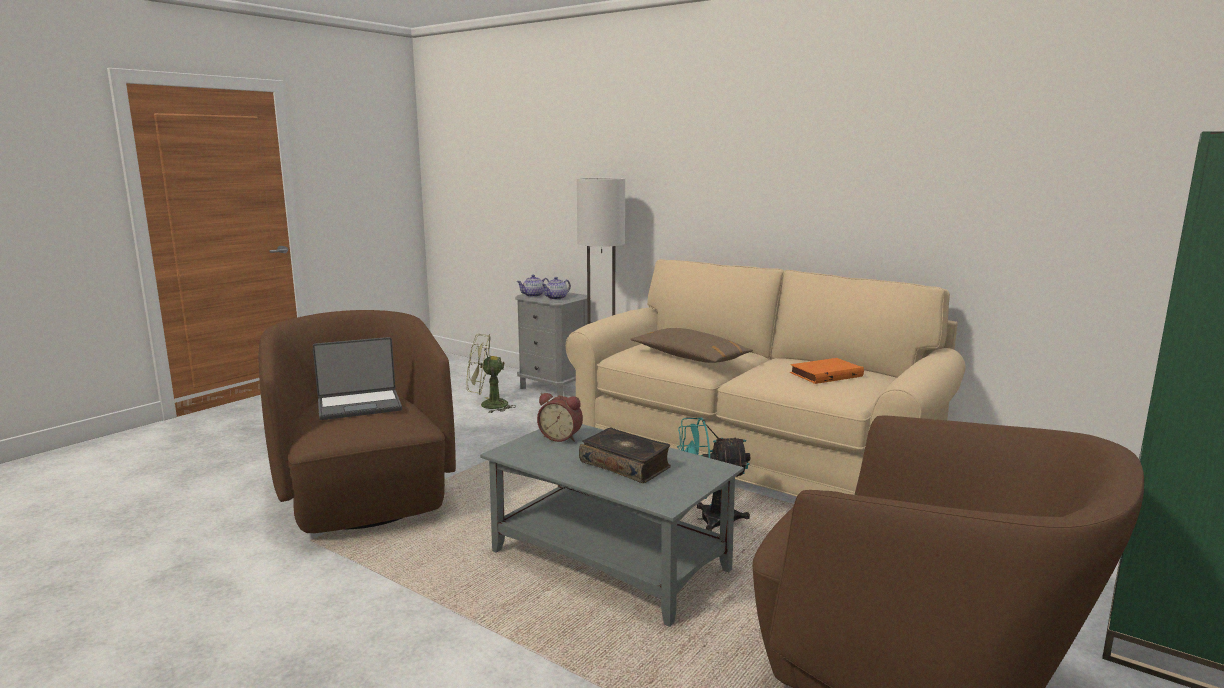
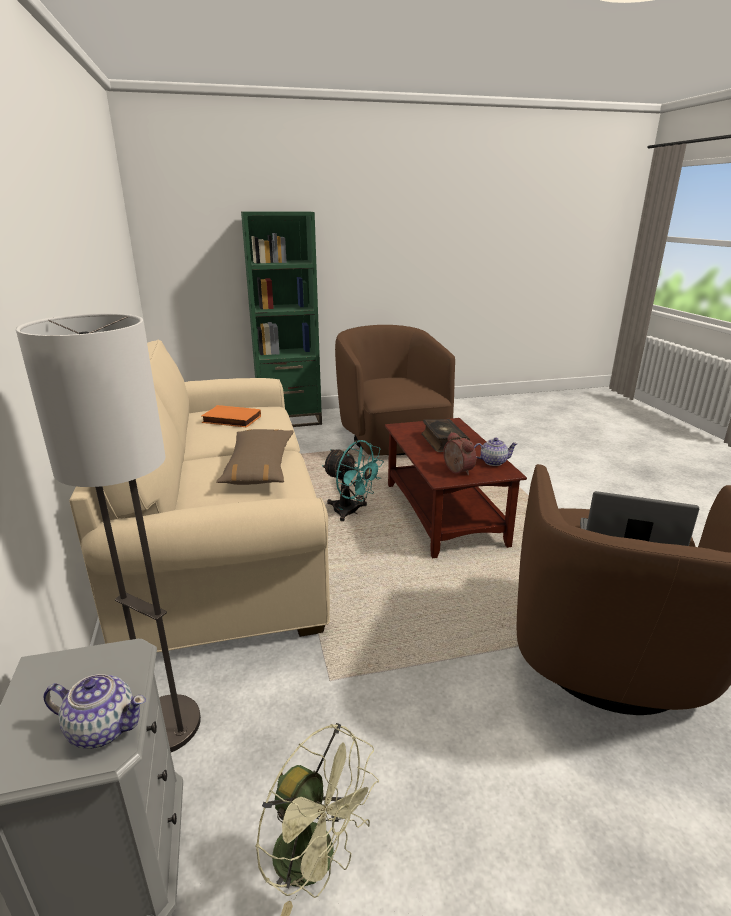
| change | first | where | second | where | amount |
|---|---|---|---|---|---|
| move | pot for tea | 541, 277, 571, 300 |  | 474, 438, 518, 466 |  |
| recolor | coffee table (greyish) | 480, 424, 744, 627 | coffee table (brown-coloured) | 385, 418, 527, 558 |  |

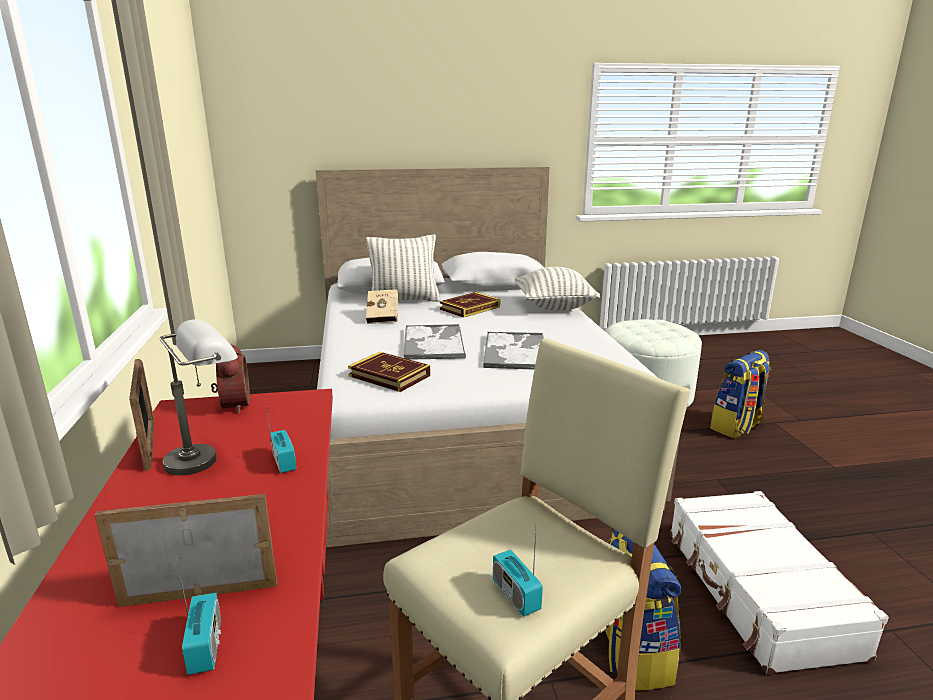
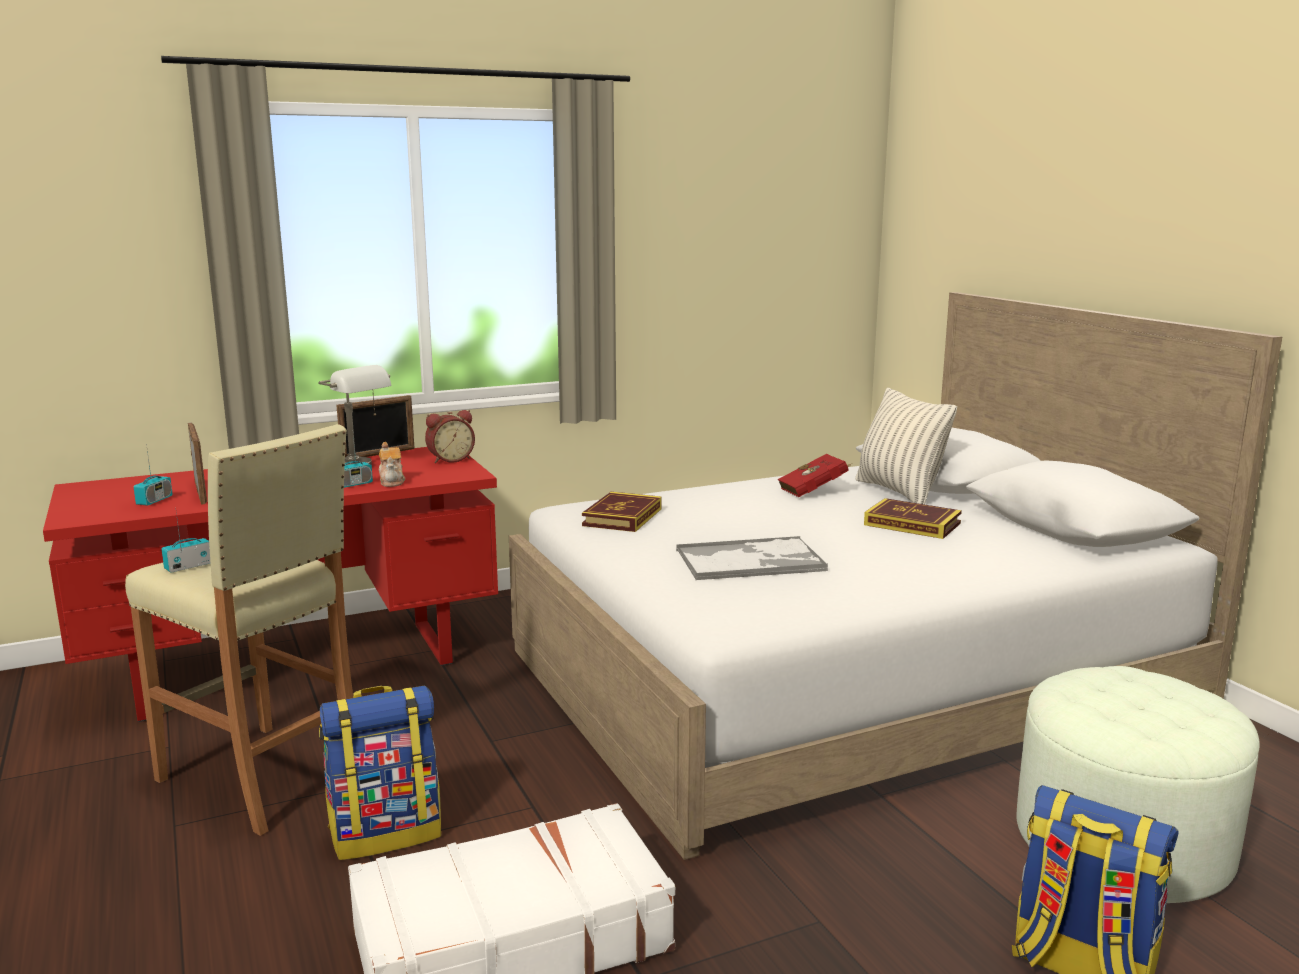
| change | first | where | second | where | amount |
|---|---|---|---|---|---|
| delete | tray | 403, 324, 466, 360 |  |  |  |
| delete | pillow | 515, 267, 600, 311 |  |  |  |
| insert |  |  | pot for tea | 379, 442, 406, 487 |  |
| recolor | volume (sand-coloured) | 366, 289, 398, 324 | volume (red-coloured) | 778, 454, 851, 497 |  |
| rotate | radio set | 176, 557, 221, 675 |  | 134, 444, 172, 506 | 45 degrees counterclockwise |

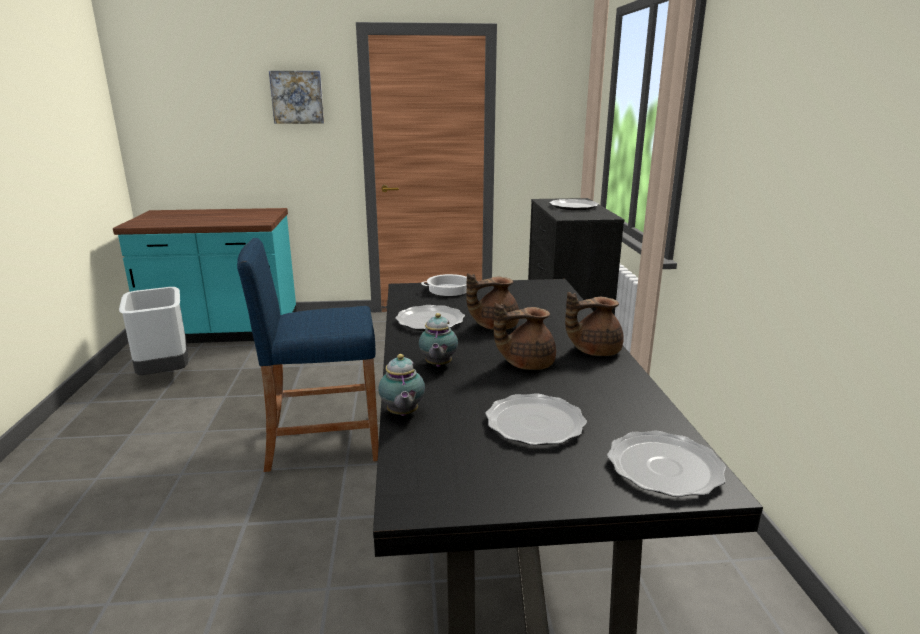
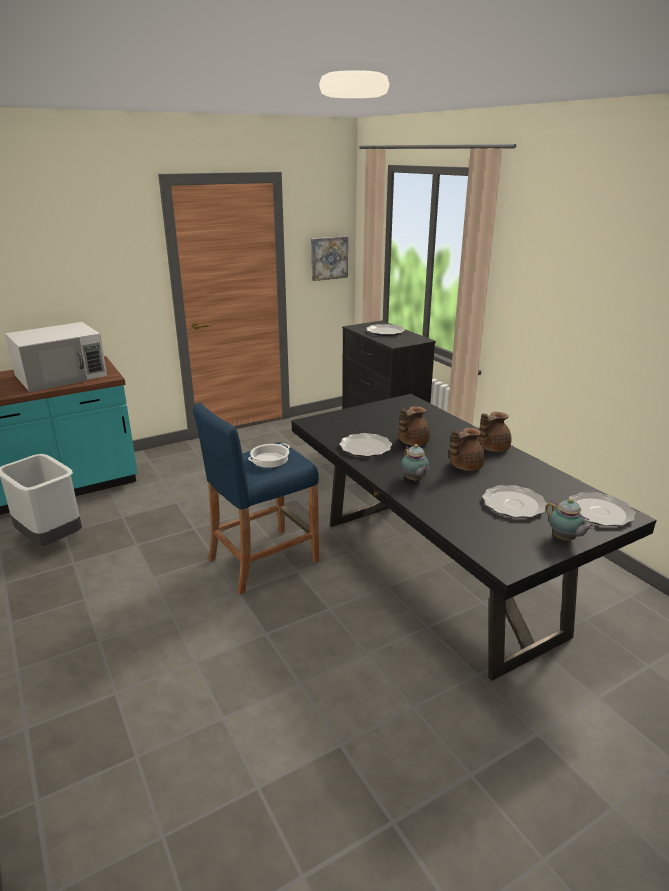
| change | first | where | second | where | amount |
|---|---|---|---|---|---|
| insert |  |  | kitchen microwave (white-coloured) | 5, 322, 107, 392 |  |
| move | wall picture | 269, 71, 324, 124 |  | 311, 236, 348, 281 |  |
| move | pot for tea | 378, 354, 425, 416 |  | 545, 499, 595, 541 |  |
| move | saucepot | 421, 274, 467, 296 |  | 248, 443, 290, 468 |  |

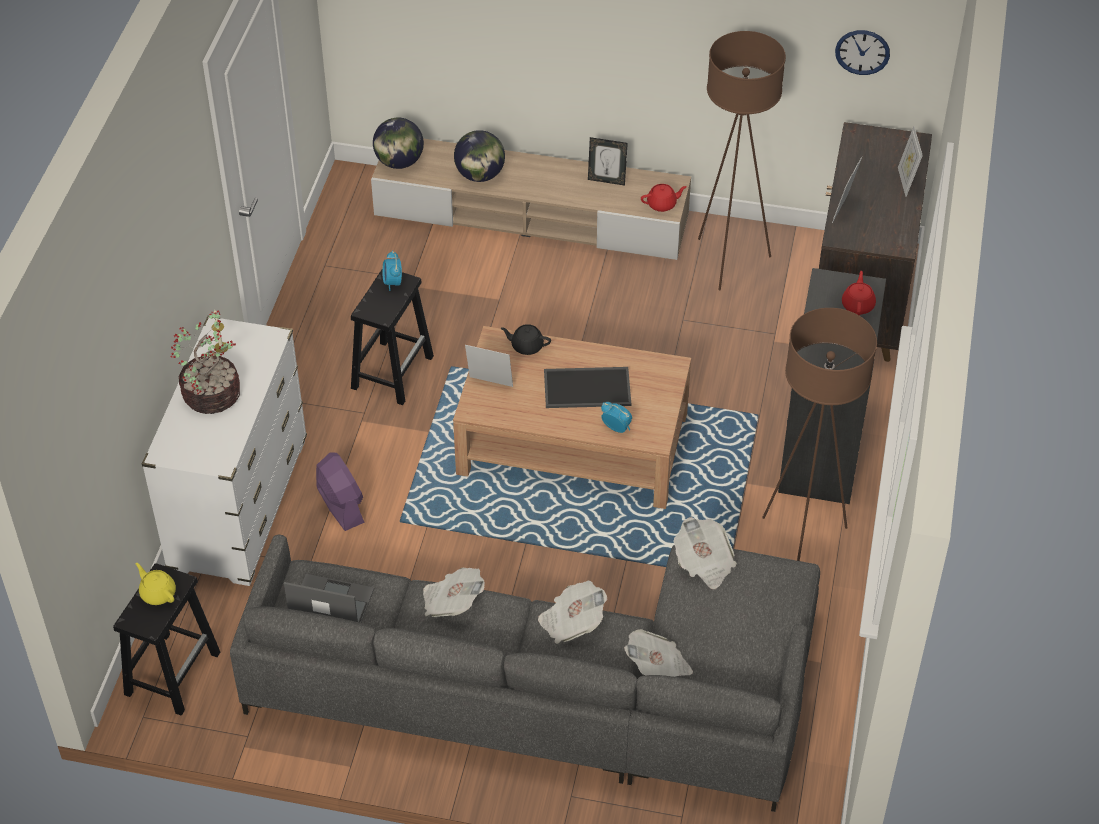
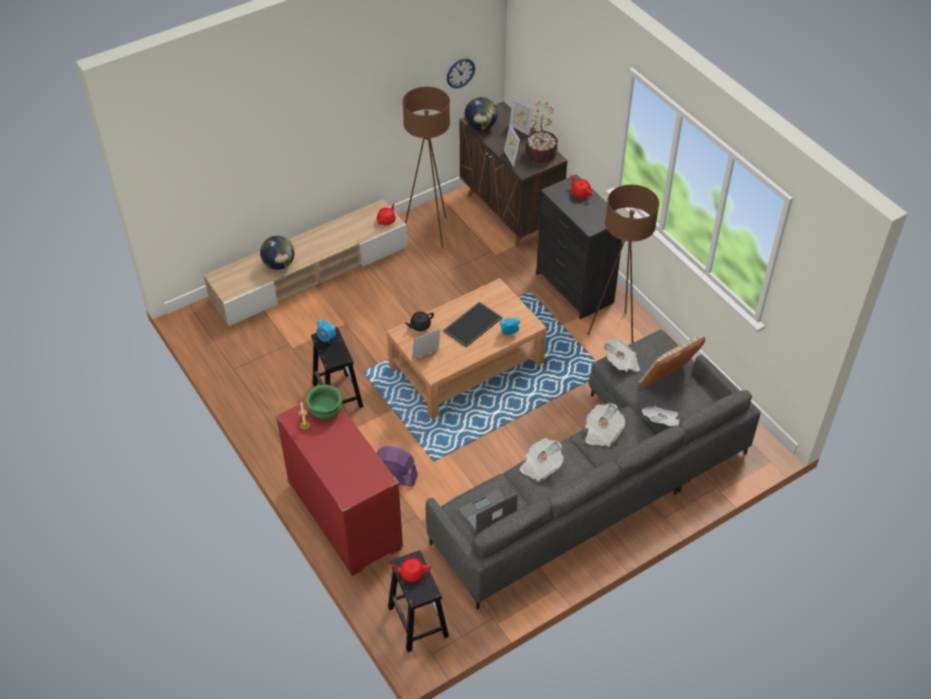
| change | first | where | second | where | amount |
|---|---|---|---|---|---|
| delete | picture frame | 588, 137, 628, 186 |  |  |  |
| insert |  |  | bowl (green) | 306, 385, 342, 420 |  |
| insert |  |  | pillow (sand-coloured) | 639, 336, 705, 388 |  |
| move | potted plant | 170, 310, 240, 414 |  | 525, 101, 558, 163 |  |
| move | desk globe | 373, 118, 424, 169 |  | 465, 97, 497, 131 |  |
| recolor | pot for tea (yellow-coloured) | 136, 563, 176, 605 | pot for tea (red-coloured) | 391, 558, 431, 582 |  |
| recolor | drawer chest (white-coloured) | 142, 316, 307, 586 | drawer chest (red-coloured) | 275, 402, 403, 576 |  |

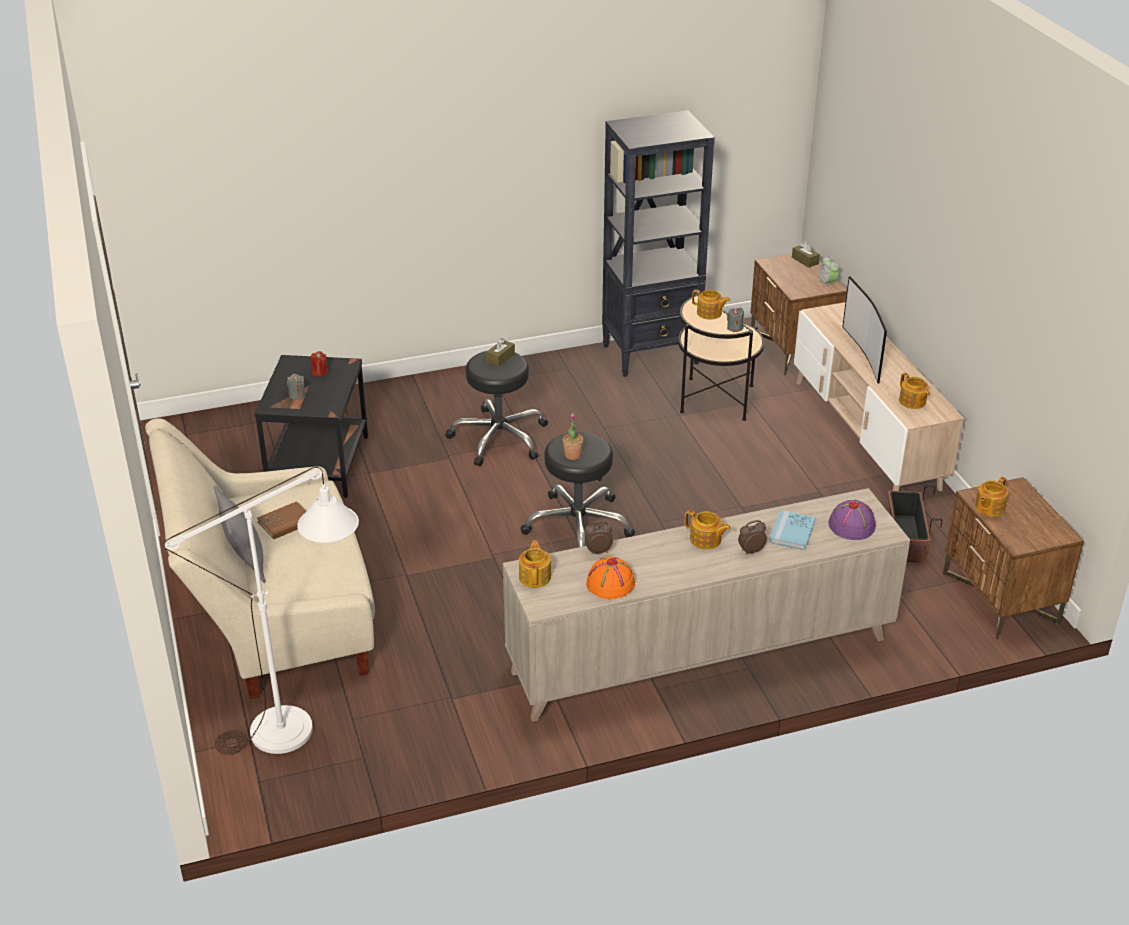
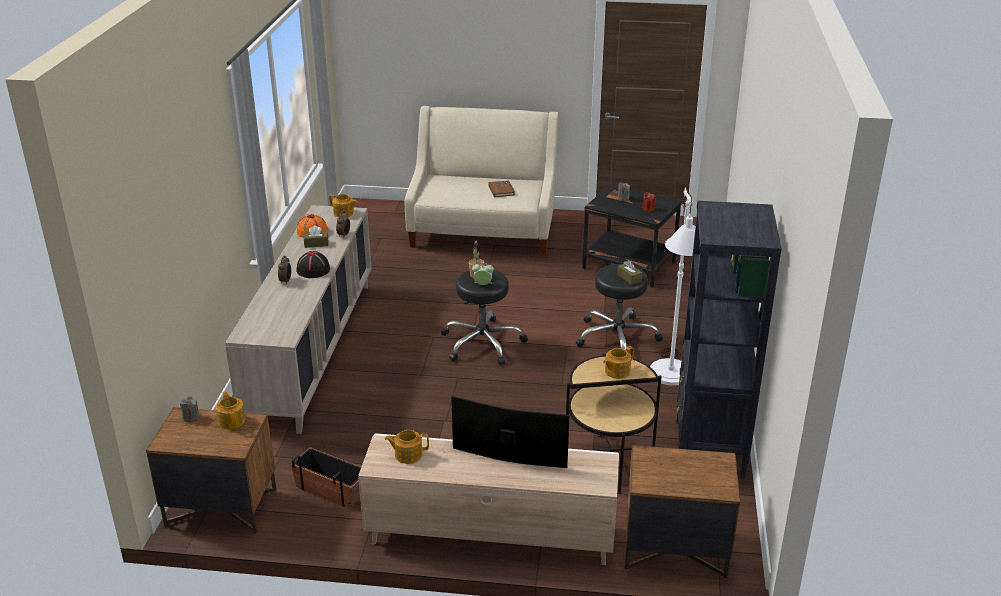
| change | first | where | second | where | amount |
|---|---|---|---|---|---|
| delete | pillow (greyish) | 214, 485, 266, 583 |  |  |  |
| delete | volume (blue) | 770, 510, 816, 550 |  |  |  |
| delete | wearable hat (purple) | 828, 499, 876, 540 |  |  |  |
| move | standing lamp (white-coloured) | 164, 467, 359, 755 |  | 650, 187, 695, 386 |  |
| move | wax candle (greyish) | 727, 308, 744, 332 |  | 180, 396, 199, 422 |  |
| move | box of tissues (brown-coloured) | 792, 241, 820, 268 |  | 304, 225, 328, 248 |  |
| move | table clock | 819, 256, 839, 289 |  | 472, 263, 494, 285 |  |
| replace | pot for tea | 685, 510, 731, 550 | wearable hat (black-coloured) | 296, 251, 330, 278 |  |

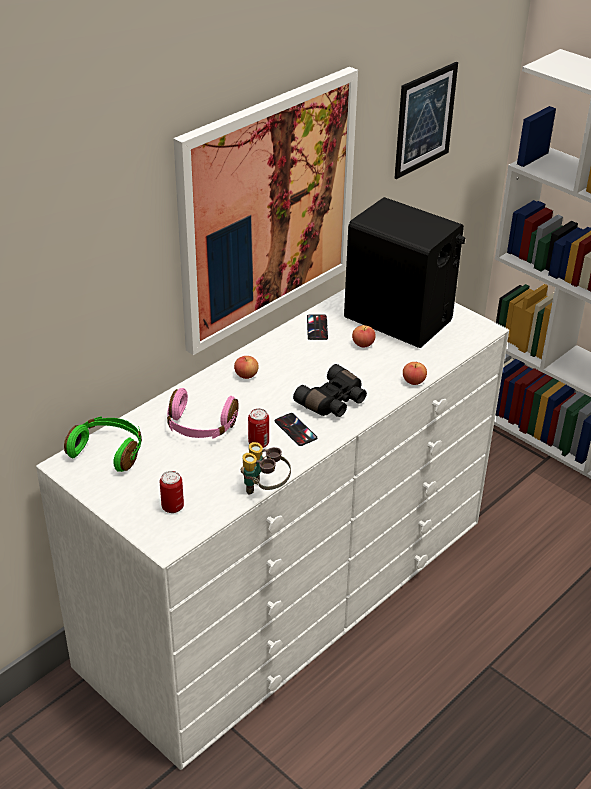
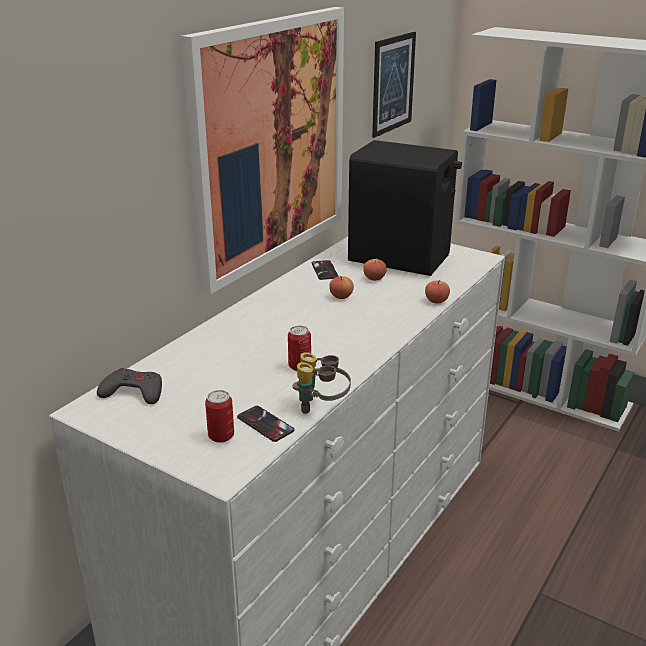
| change | first | where | second | where | amount |
|---|---|---|---|---|---|
| delete | pair of headphones (pink-coloured) | 167, 388, 239, 438 |  |  |  |
| delete | field glasses (black-coloured) | 293, 364, 367, 417 |  |  |  |
| move | apple fruit | 234, 356, 259, 379 |  | 329, 276, 354, 299 |  |
| move | telephone | 275, 413, 317, 446 |  | 237, 406, 294, 442 |  |
| replace | pair of headphones (green) | 64, 417, 142, 472 | gamepad (greyish) | 97, 368, 162, 404 |  |

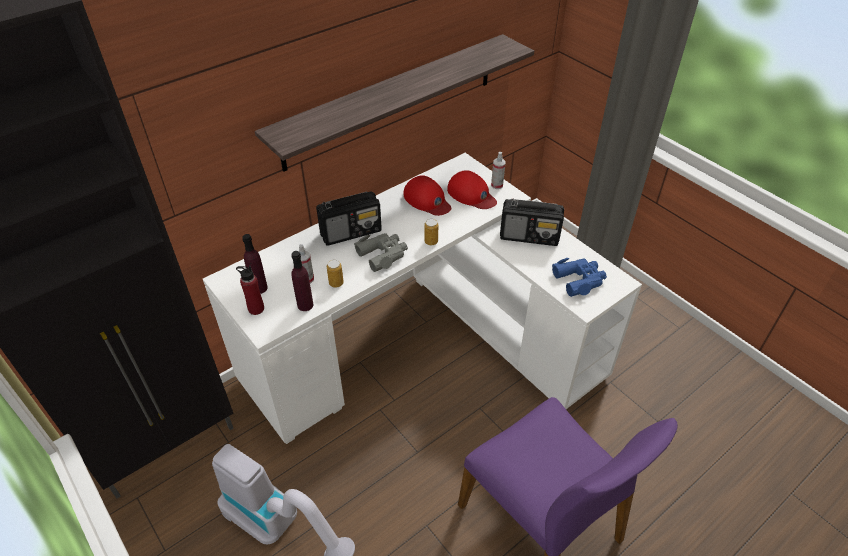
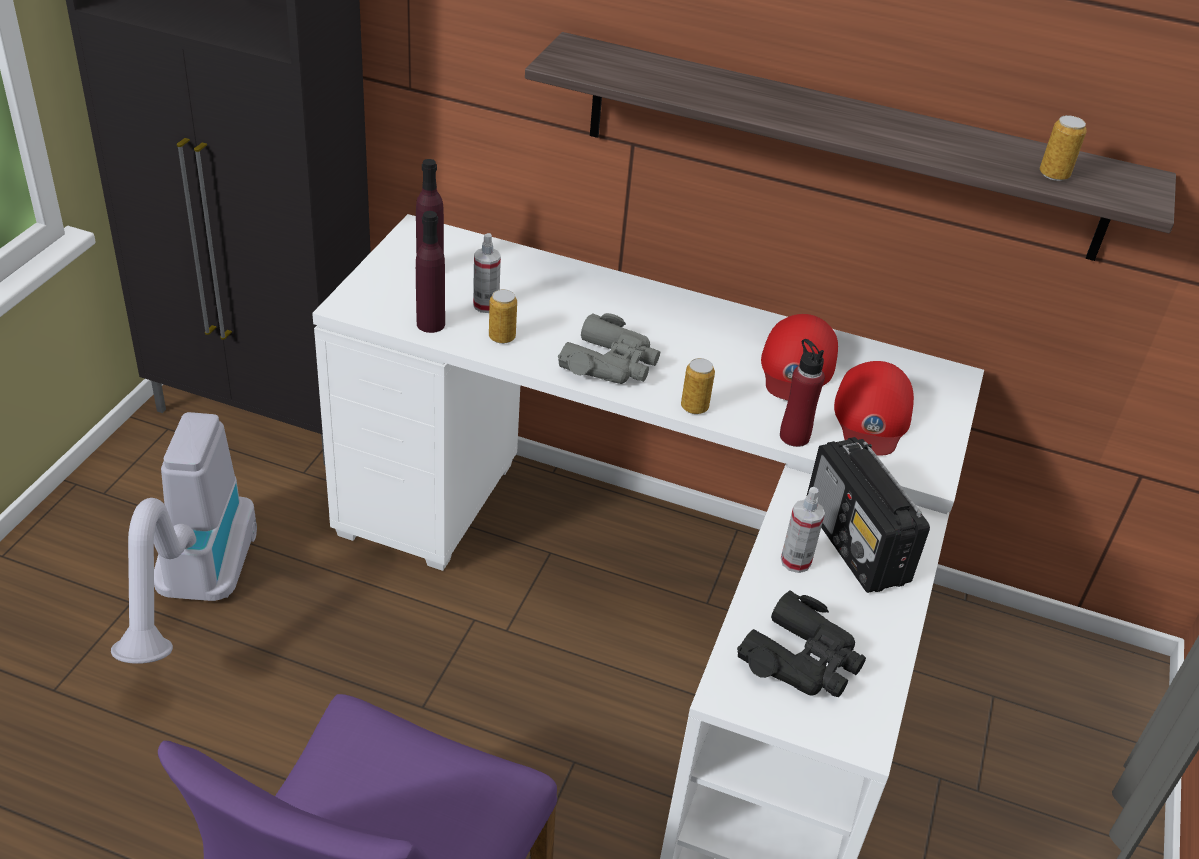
| change | first | where | second | where | amount |
|---|---|---|---|---|---|
| delete | radio set | 316, 191, 382, 246 |  |  |  |
| insert |  |  | can | 1040, 115, 1087, 181 |  |
| move | bottle (red-coloured) | 236, 266, 264, 315 |  | 780, 339, 825, 447 |  |
| move | hand sprayer | 491, 152, 506, 189 |  | 781, 487, 825, 573 |  |
| recolor | field glasses (blue) | 552, 258, 607, 297 | field glasses (black-coloured) | 737, 590, 866, 697 |  |

